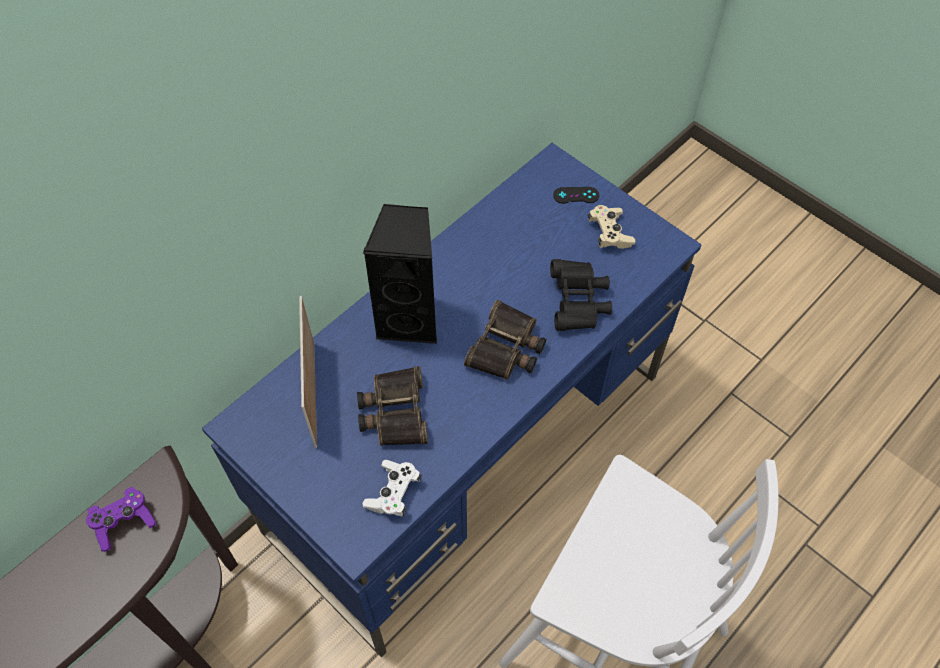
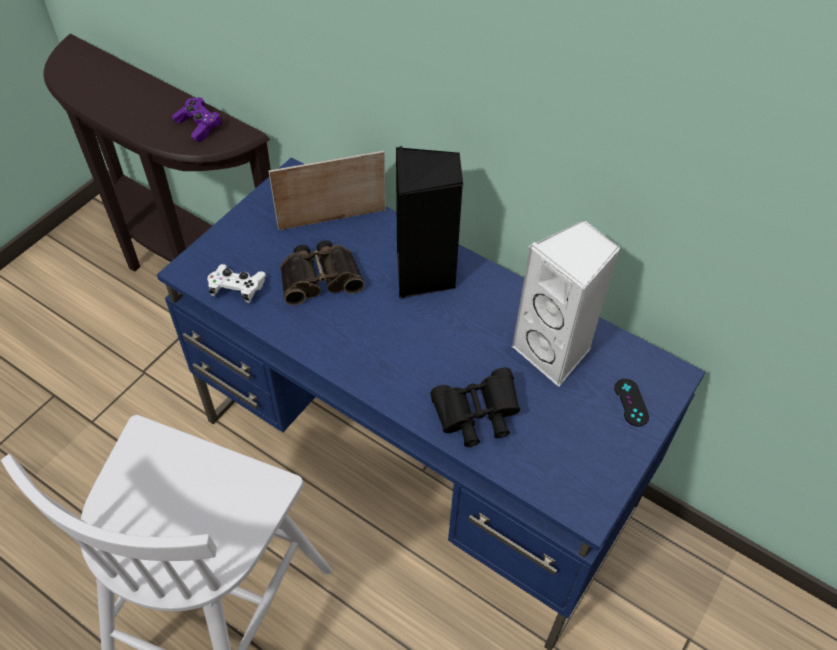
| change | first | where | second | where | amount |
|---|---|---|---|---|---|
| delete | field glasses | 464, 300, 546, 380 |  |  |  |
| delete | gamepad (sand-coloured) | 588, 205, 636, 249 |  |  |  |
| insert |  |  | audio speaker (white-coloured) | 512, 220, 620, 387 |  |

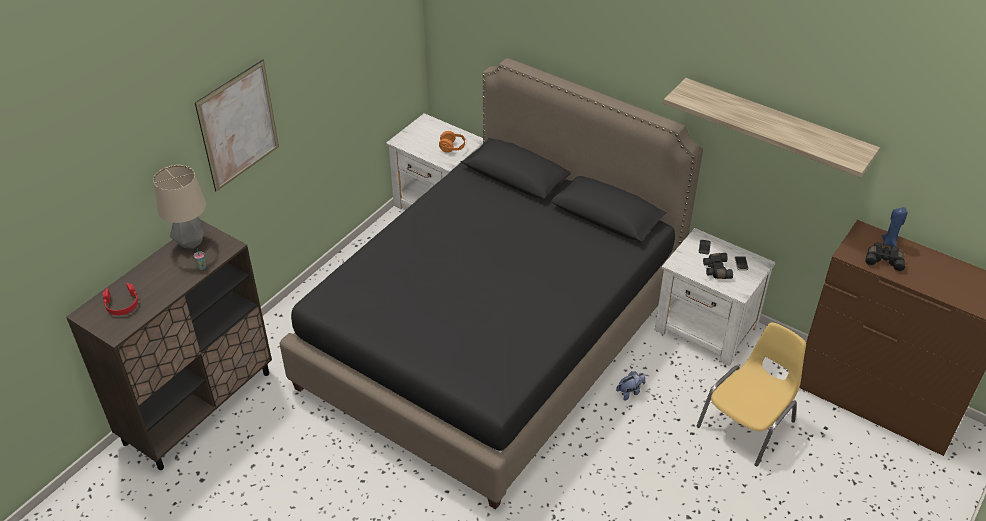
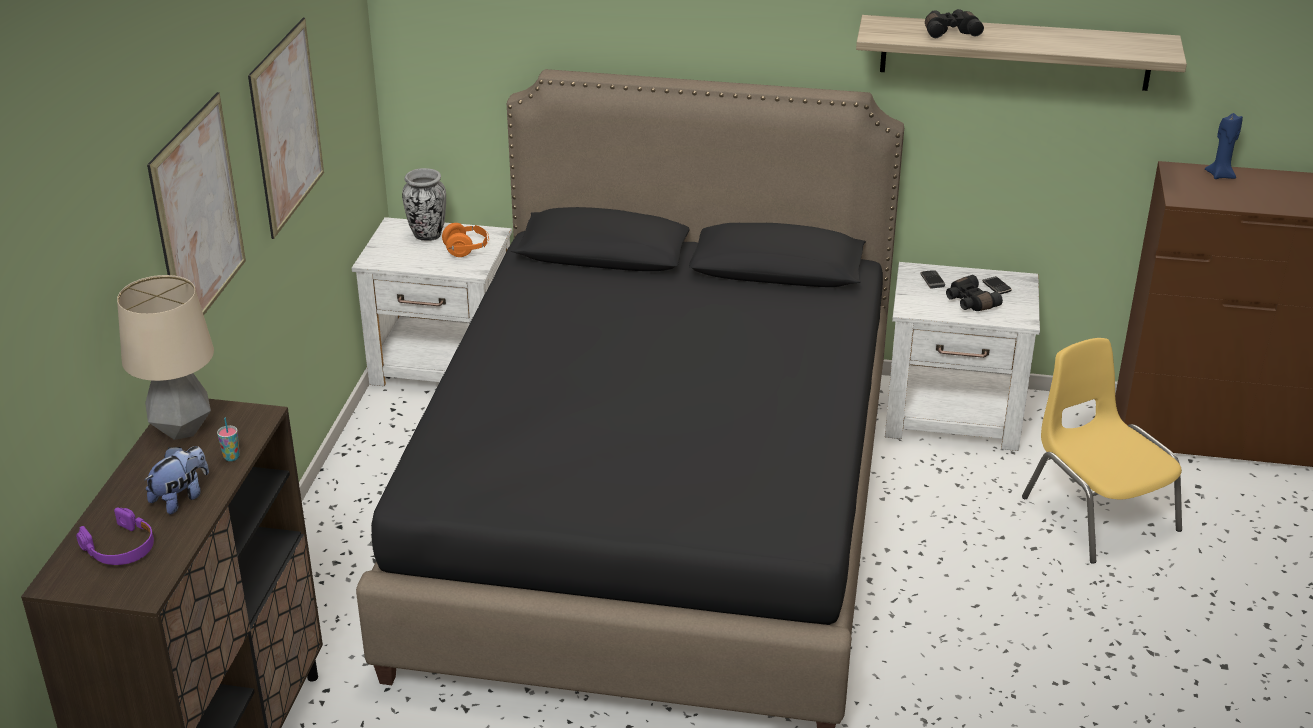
| change | first | where | second | where | amount |
|---|---|---|---|---|---|
| insert |  |  | wall picture | 248, 18, 324, 239 |  |
| insert |  |  | flower vase | 402, 168, 446, 241 |  |
| move | soft toy | 616, 371, 646, 401 |  | 145, 446, 209, 514 |  |
| move | field glasses (black-coloured) | 865, 242, 905, 271 |  | 925, 9, 984, 38 |  |
| recolor | pair of headphones (red-coloured) | 103, 283, 138, 315 | pair of headphones (purple) | 76, 507, 154, 565 |  |
| rotate | upright chair (yellow-coloured) | 697, 322, 806, 466 |  | 1022, 338, 1182, 564 | 45 degrees counterclockwise |

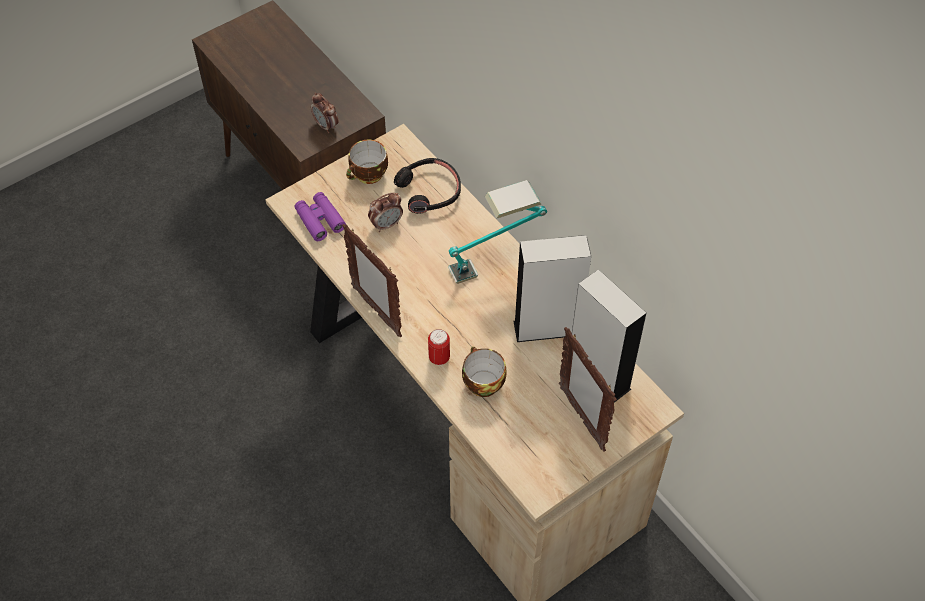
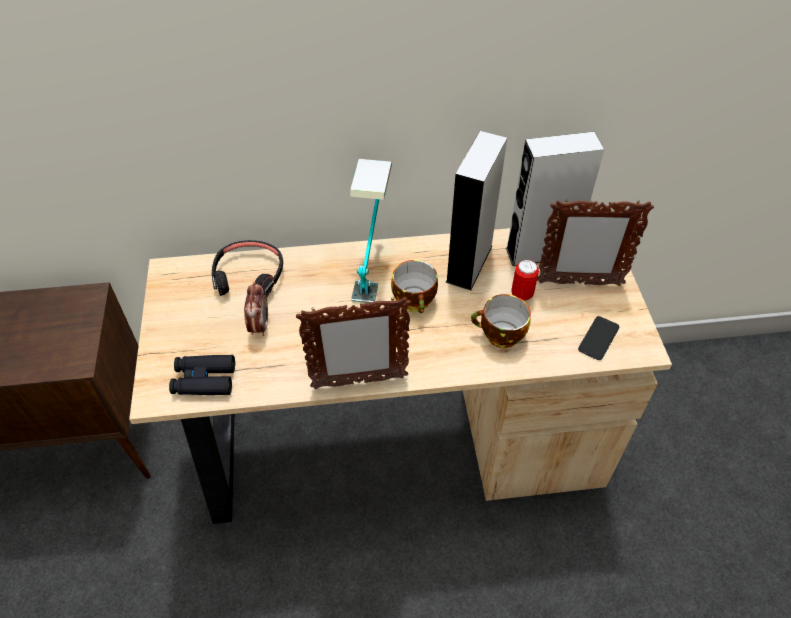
| change | first | where | second | where | amount |
|---|---|---|---|---|---|
| delete | table clock | 311, 92, 339, 133 |  |  |  |
| insert |  |  | telephone | 578, 316, 619, 360 |  |
| move | small cup | 346, 140, 388, 184 |  | 391, 260, 438, 313 |  |
| move | can | 428, 329, 450, 365 |  | 511, 260, 539, 301 |  |
| recolor | field glasses (purple) | 295, 192, 346, 241 | field glasses (black-coloured) | 169, 355, 235, 395 |  |

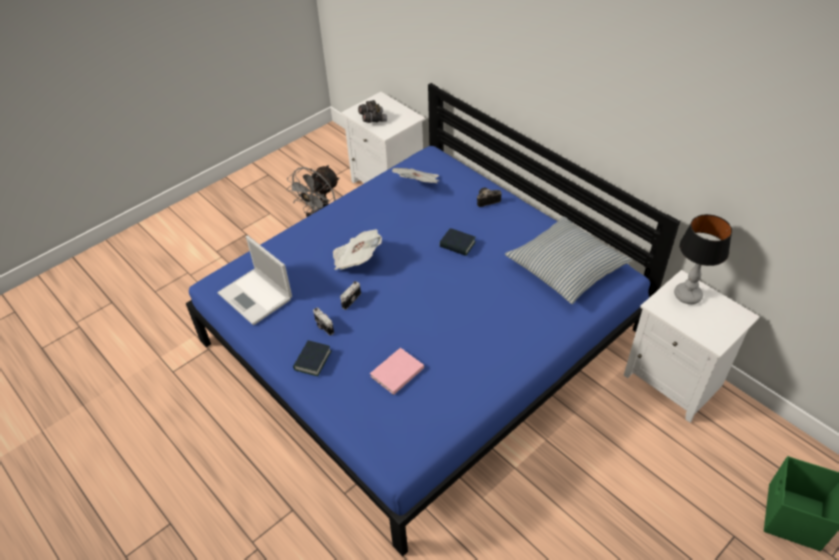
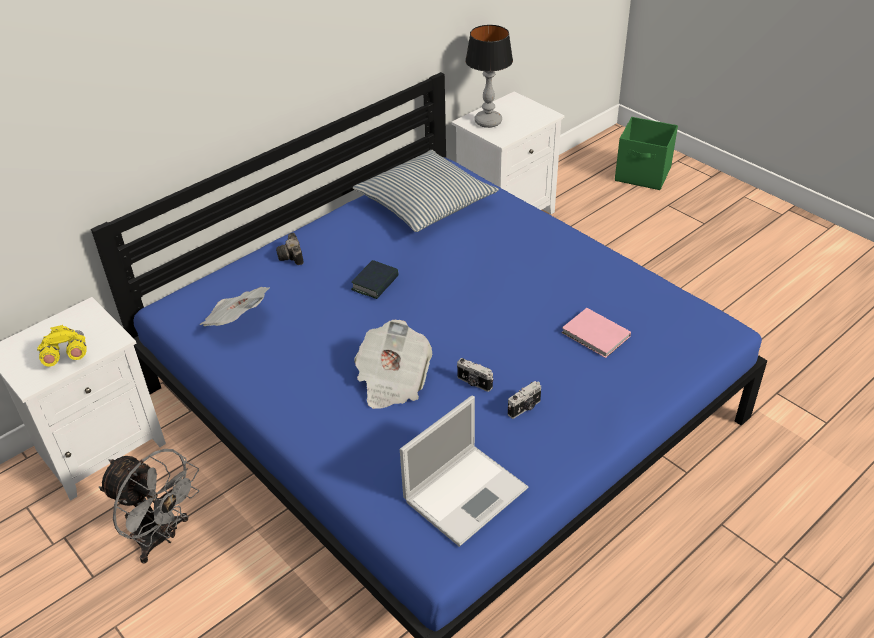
| change | first | where | second | where | amount |
|---|---|---|---|---|---|
| delete | volume | 293, 340, 331, 376 |  |  |  |
| recolor | field glasses (greyish) | 358, 100, 387, 123 | field glasses (yellow-coloured) | 37, 325, 87, 367 |  |

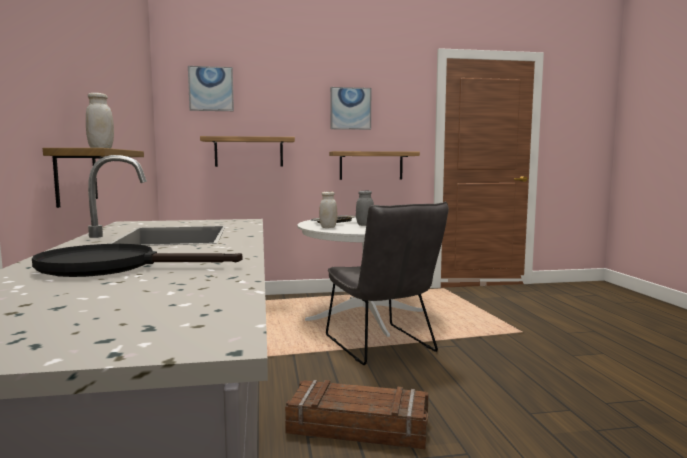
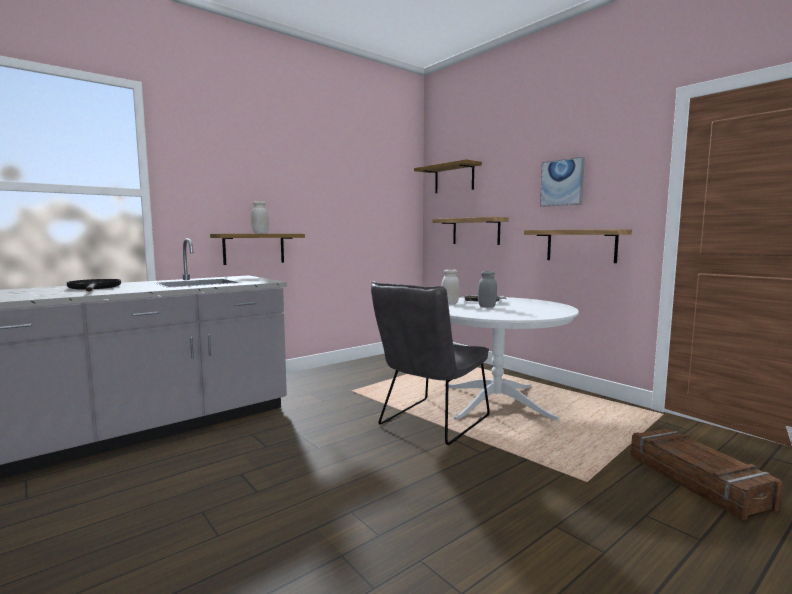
| change | first | where | second | where | amount |
|---|---|---|---|---|---|
| move | packing crate | 285, 380, 428, 449 |  | 630, 428, 784, 520 |  |
| replace | wall picture | 188, 66, 234, 111 | wall shelf | 414, 159, 482, 193 |  |

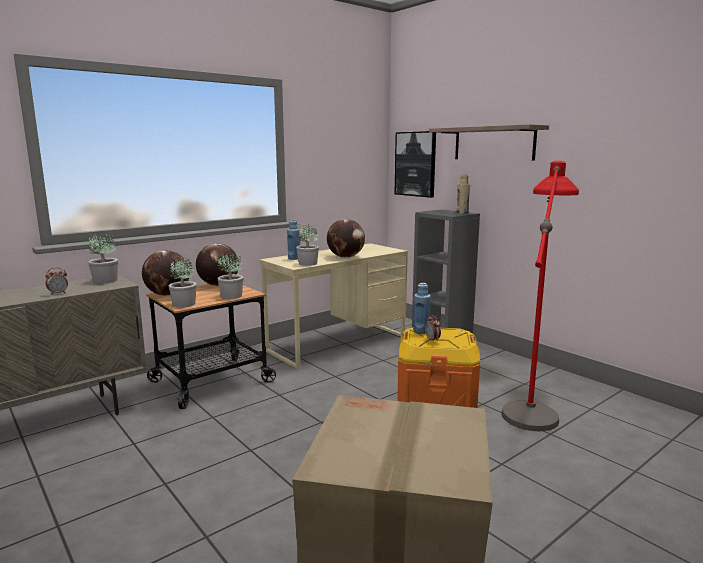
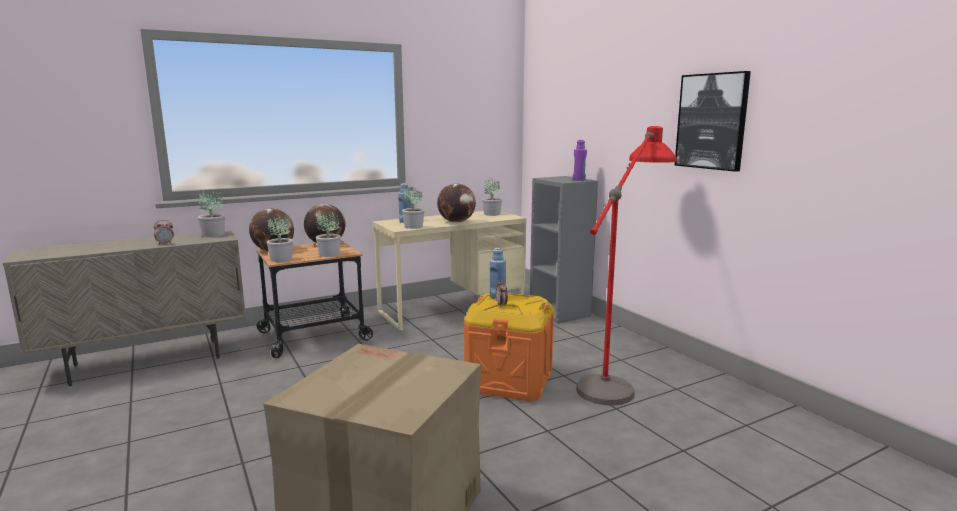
| change | first | where | second | where | amount |
|---|---|---|---|---|---|
| delete | wall shelf | 429, 124, 549, 161 |  |  |  |
| insert |  |  | potted plant | 482, 179, 502, 216 |  |
| move | wall picture | 395, 131, 436, 198 |  | 675, 71, 751, 172 |  |
| recolor | bottle (sand-coloured) | 456, 174, 470, 214 | bottle (purple) | 573, 140, 587, 181 |  |

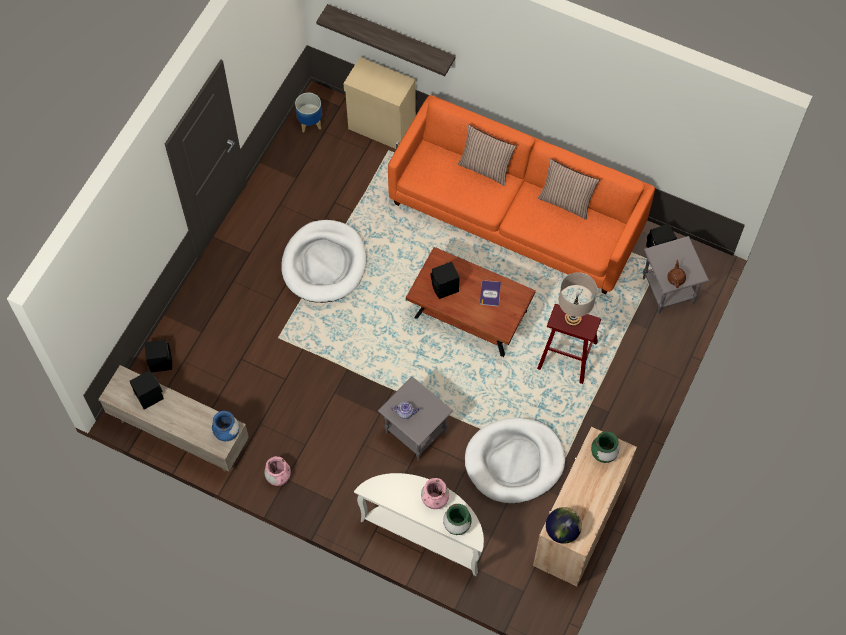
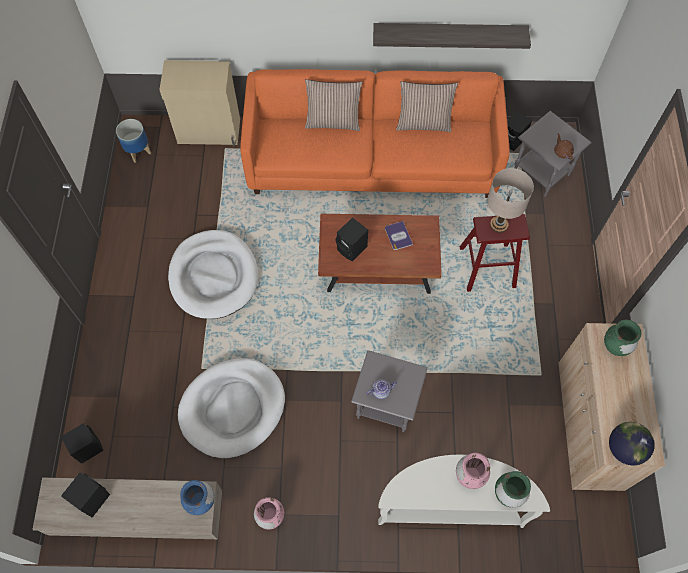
| change | first | where | second | where | amount |
|---|---|---|---|---|---|
| move | wall shelf | 316, 4, 456, 76 |  | 373, 23, 531, 49 |  |
| move | pet bed (white-coloured) | 465, 418, 565, 503 |  | 178, 358, 285, 458 |  |

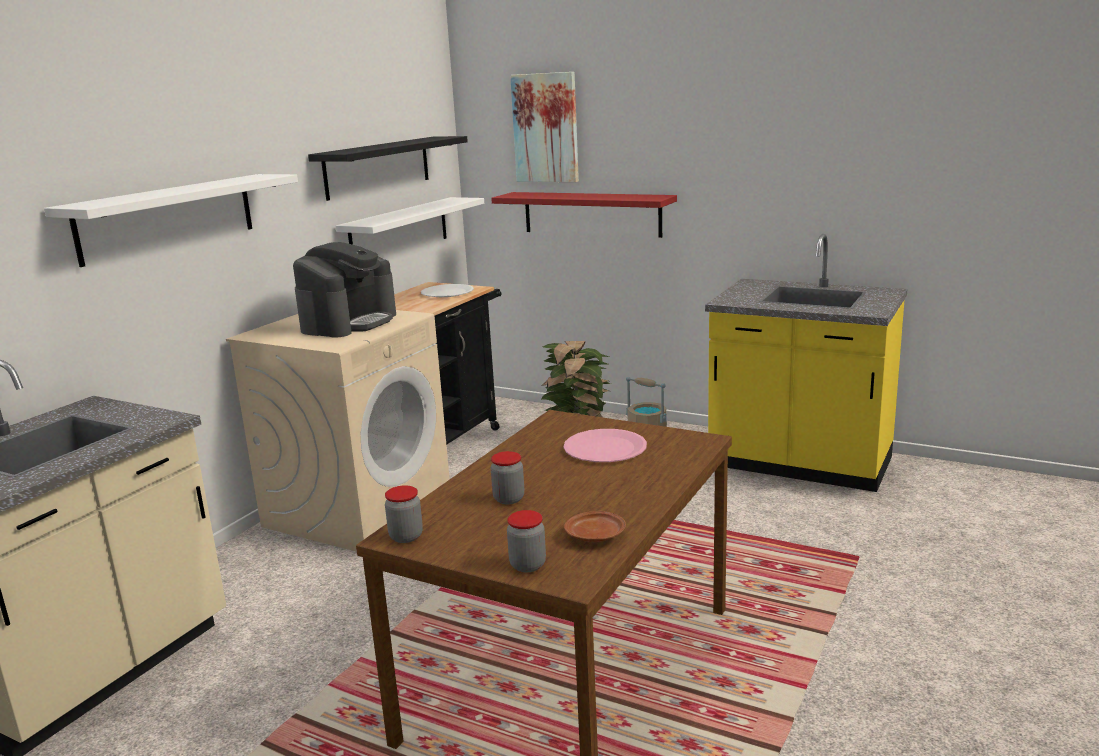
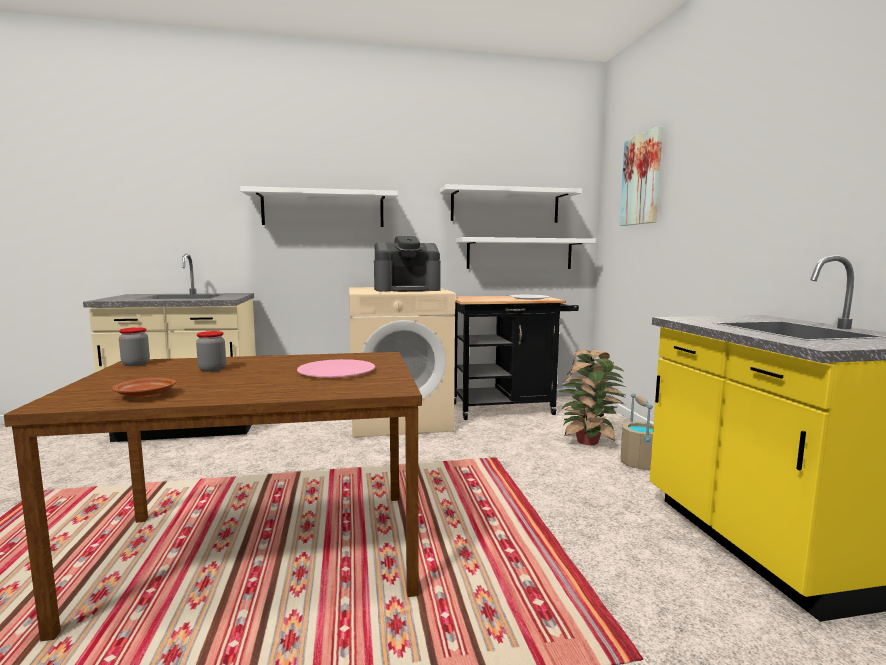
| change | first | where | second | where | amount |
|---|---|---|---|---|---|
| delete | wall shelf (red-coloured) | 491, 192, 677, 238 |  |  |  |
| delete | jar | 507, 510, 546, 572 |  |  |  |
| recolor | wall shelf (black-coloured) | 308, 136, 468, 201 | wall shelf (white-coloured) | 440, 184, 582, 223 |  |

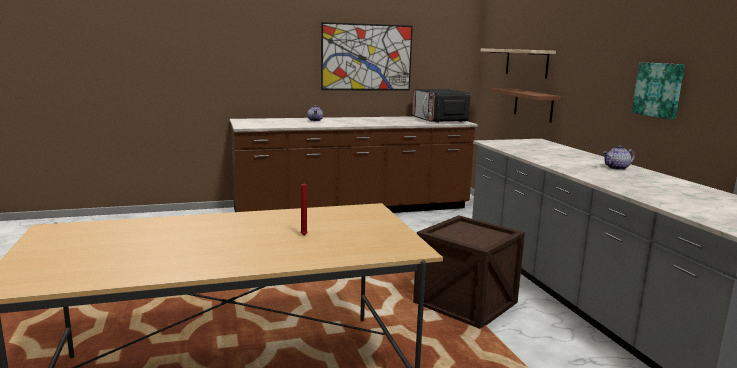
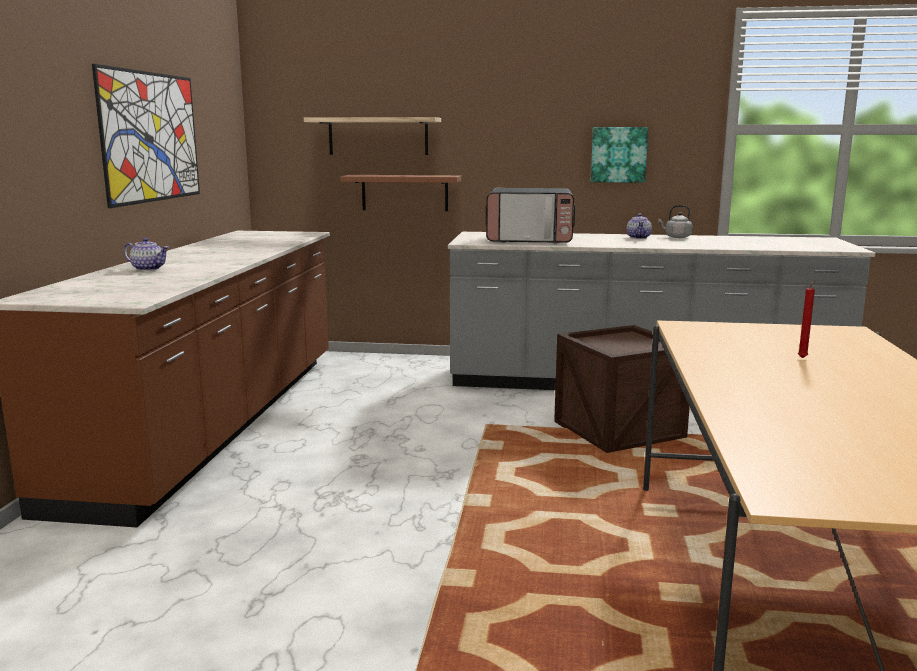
| change | first | where | second | where | amount |
|---|---|---|---|---|---|
| insert |  |  | kettle (greyish) | 658, 205, 692, 238 |  |
| move | kitchen microwave | 412, 89, 471, 123 |  | 486, 188, 575, 243 |  |

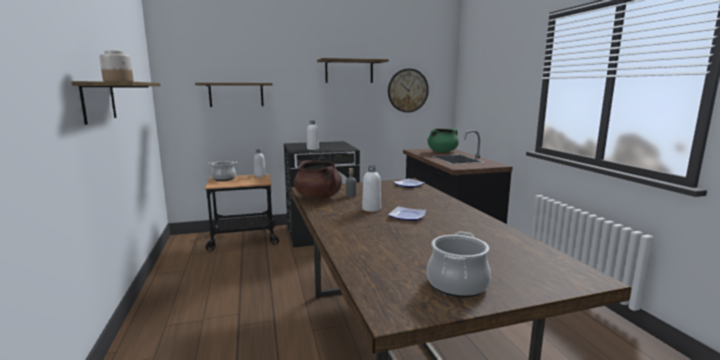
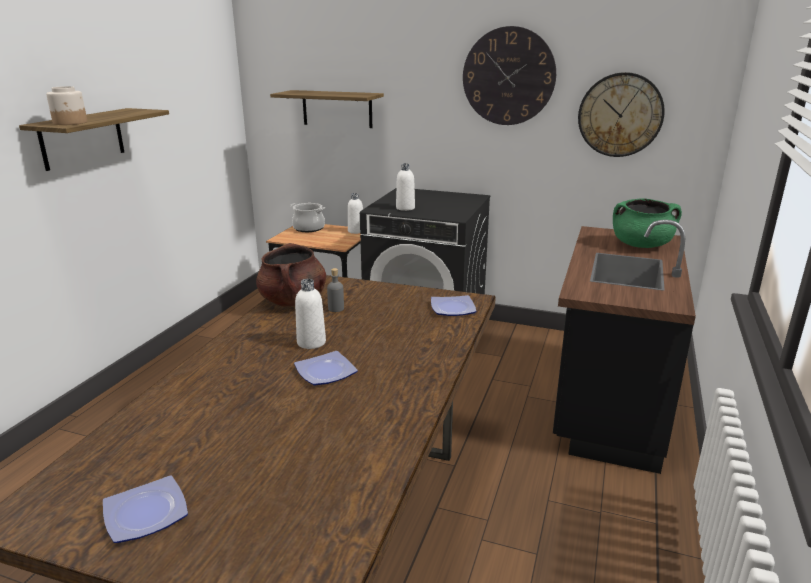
| change | first | where | second | where | amount |
|---|---|---|---|---|---|
| replace | wall shelf | 317, 58, 389, 83 | wall clock | 463, 26, 556, 125 |  |
| replace | saucepot | 427, 232, 491, 297 | dinner plate | 103, 475, 188, 543 |  |

